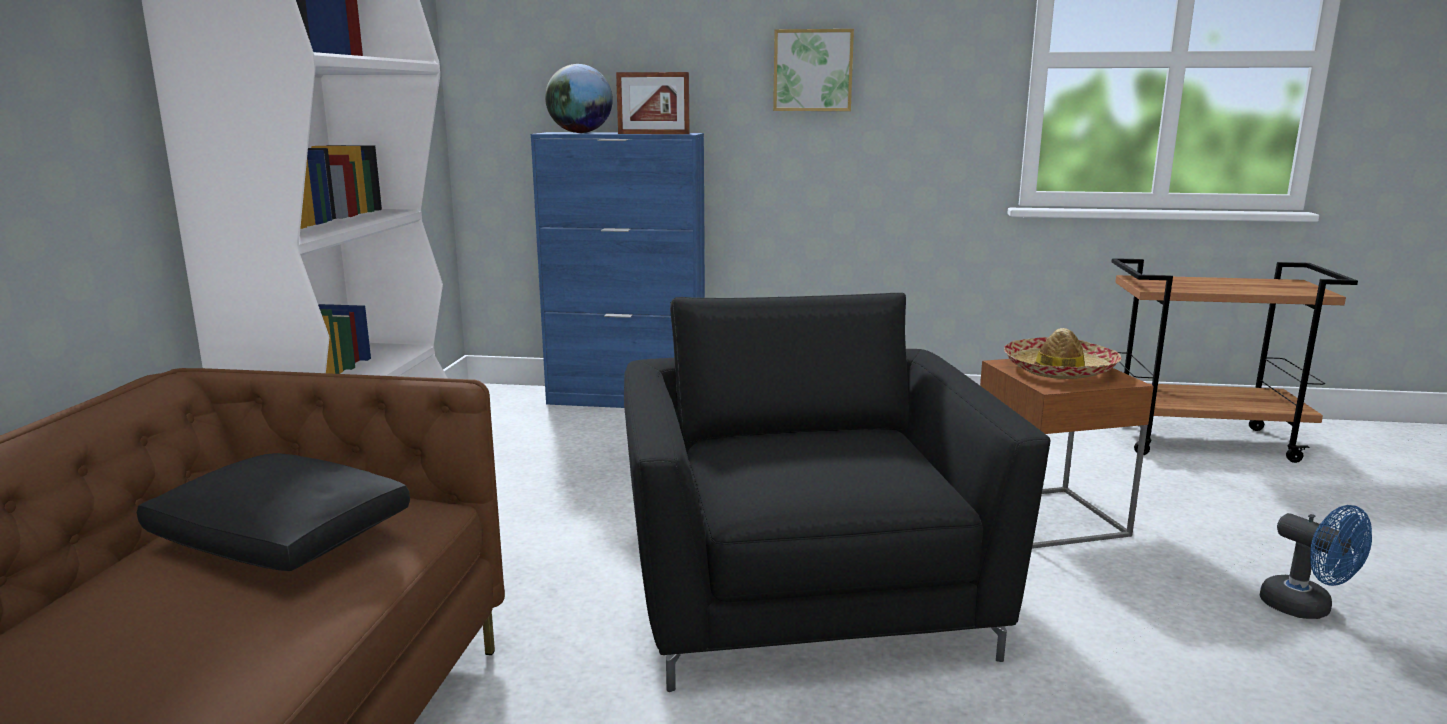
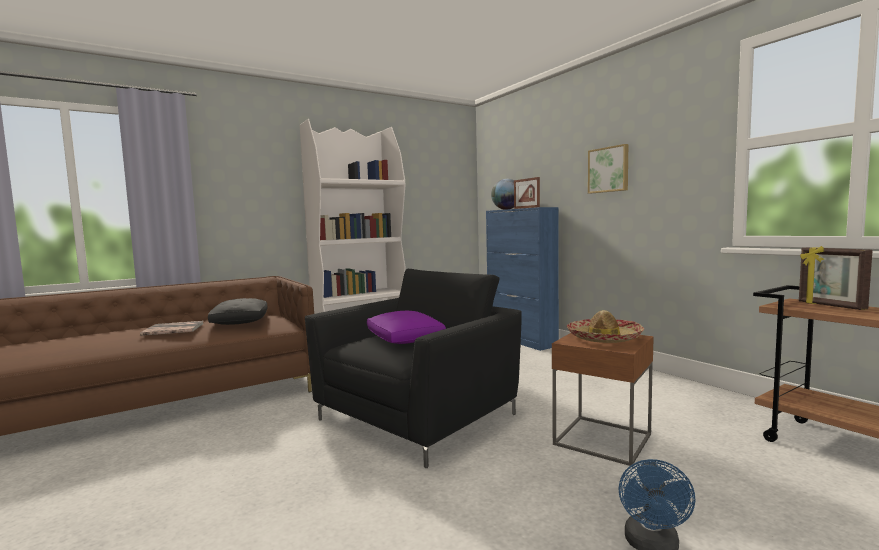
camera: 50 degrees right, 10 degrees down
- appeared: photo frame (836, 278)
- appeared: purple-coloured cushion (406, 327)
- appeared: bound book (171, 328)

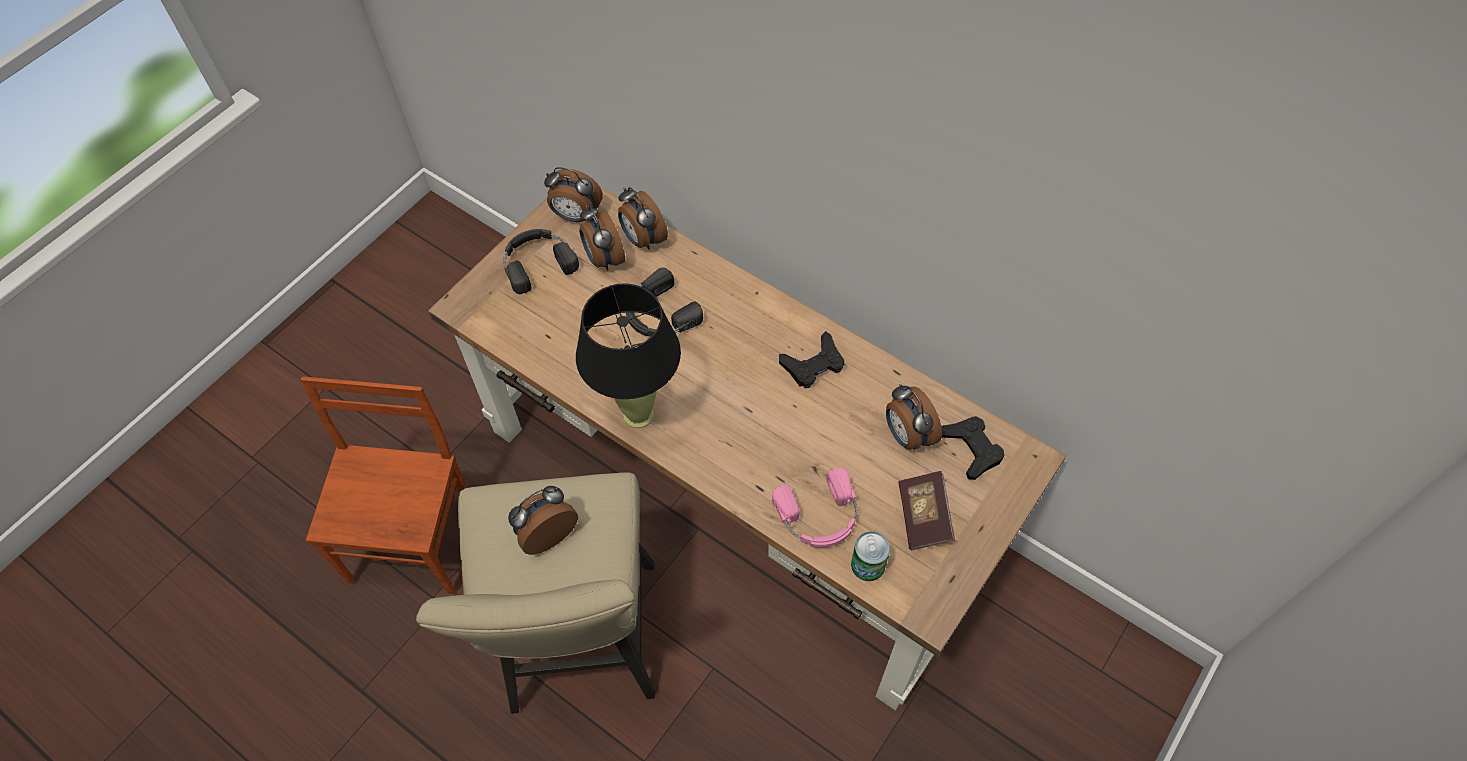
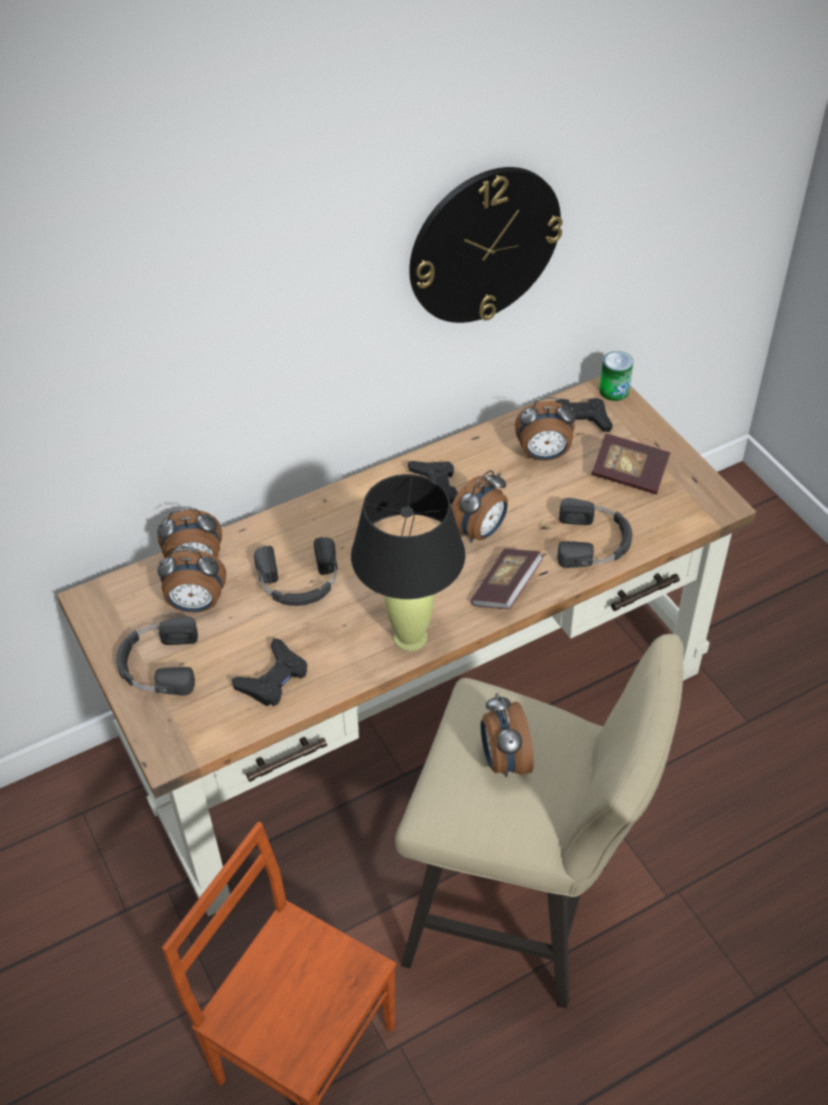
camera: 65 degrees left, 10 degrees down
- relocated: bedside clock (573, 194) to (479, 506)
- colour: pink-coloured headphones (814, 508) to blackish headphones (594, 533)
- relocated: metal can (870, 556) to (616, 376)
- appeared: clock on the wall (486, 245)
- appeared: bound book (507, 579)
- appeared: blackish game controller (269, 672)

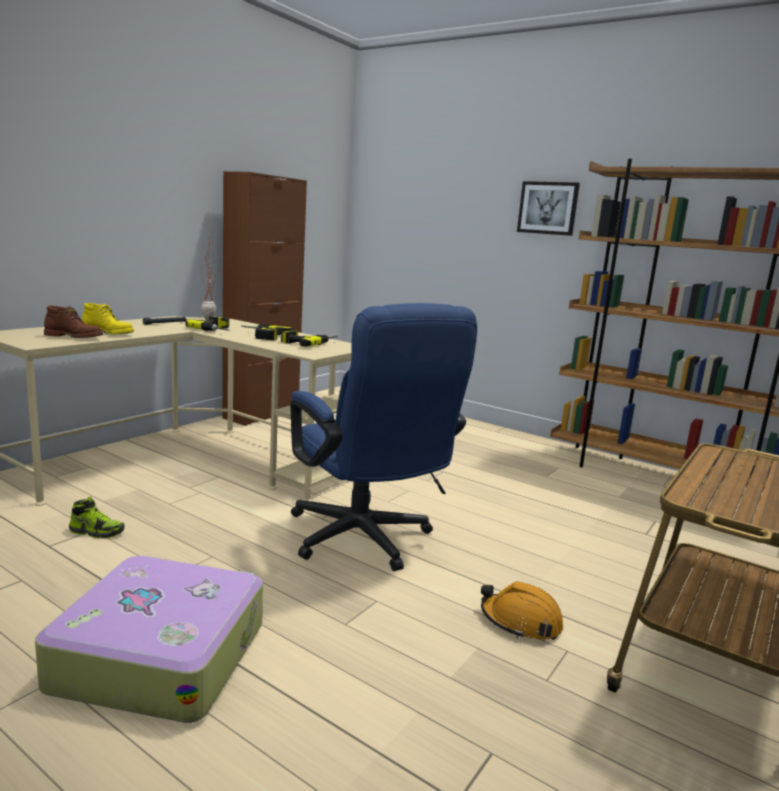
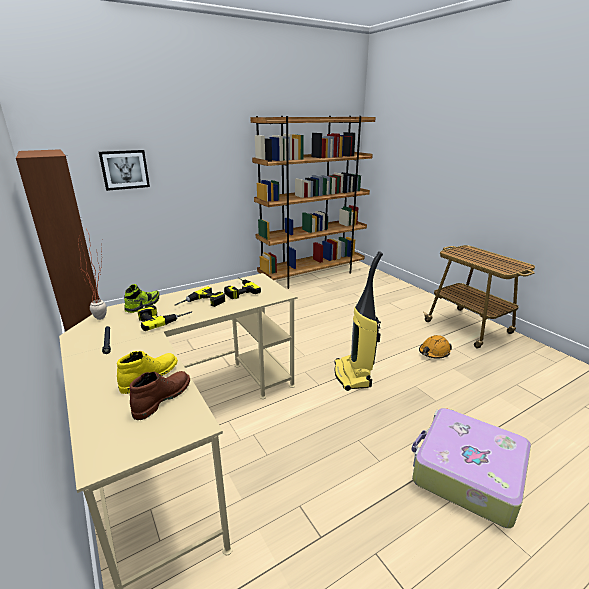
camera: 65 degrees left, 10 degrees up
- relocated: picture (548, 208) to (124, 170)
- exchanged: blue-coloured office chair (383, 437) to vacuum cleaner (358, 321)
- relocated: shoe (96, 517) to (141, 298)

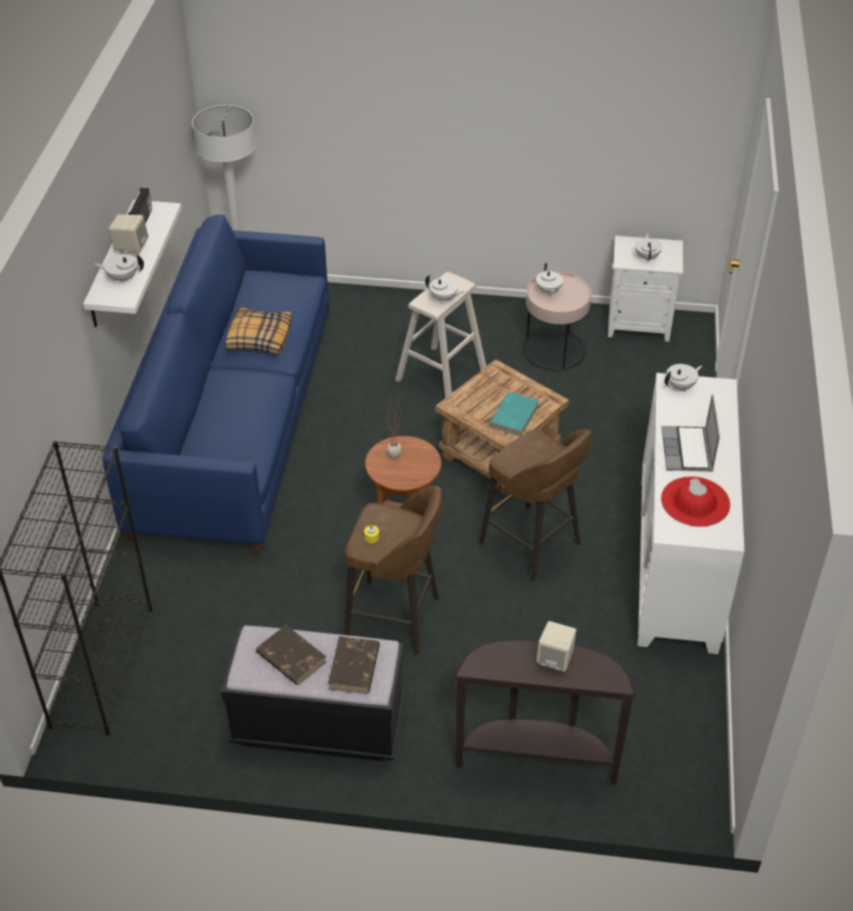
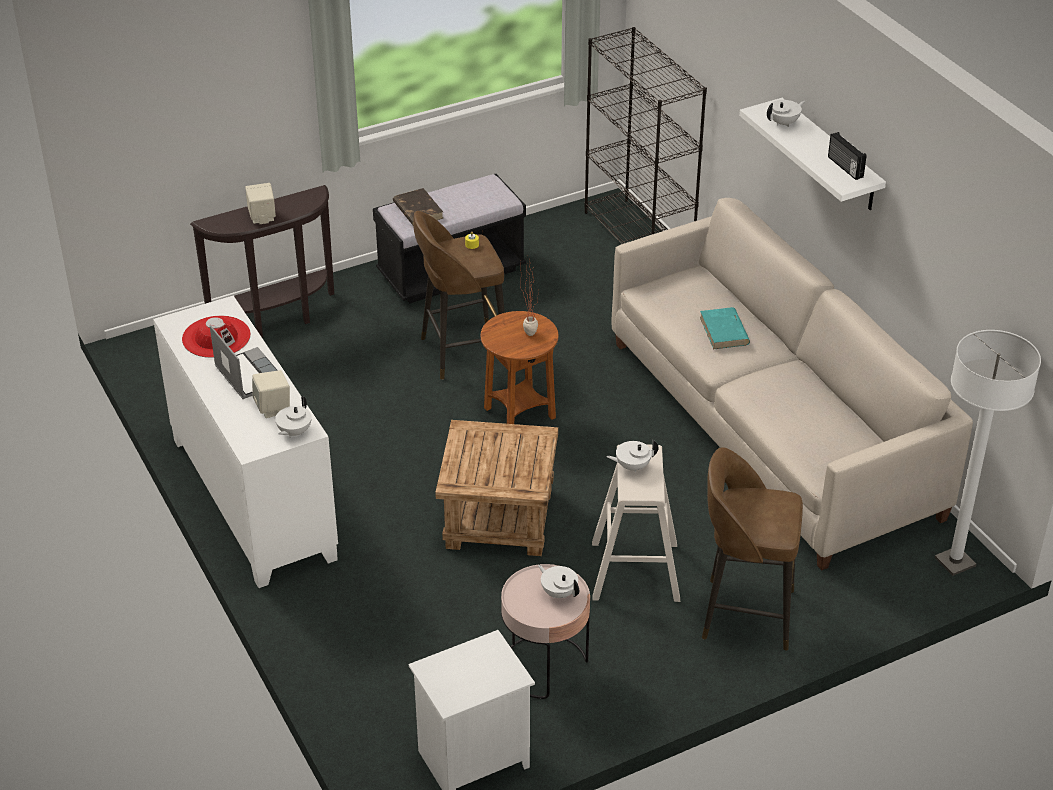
camera: 145 degrees right, 5 degrees down
- relocated: sand-coloured loudspeaker (128, 235) to (271, 394)
- colour: blue-coloured sofa (216, 384) to sand-coloured sofa (792, 384)
- missing: white-coloured tea pot (648, 247)
- missing: cushion (259, 331)
- relocated: blue-green bound book (514, 414) to (725, 328)
- relocated: brownish stool seat (535, 505) to (752, 548)
- missing: brownish bound book (291, 655)

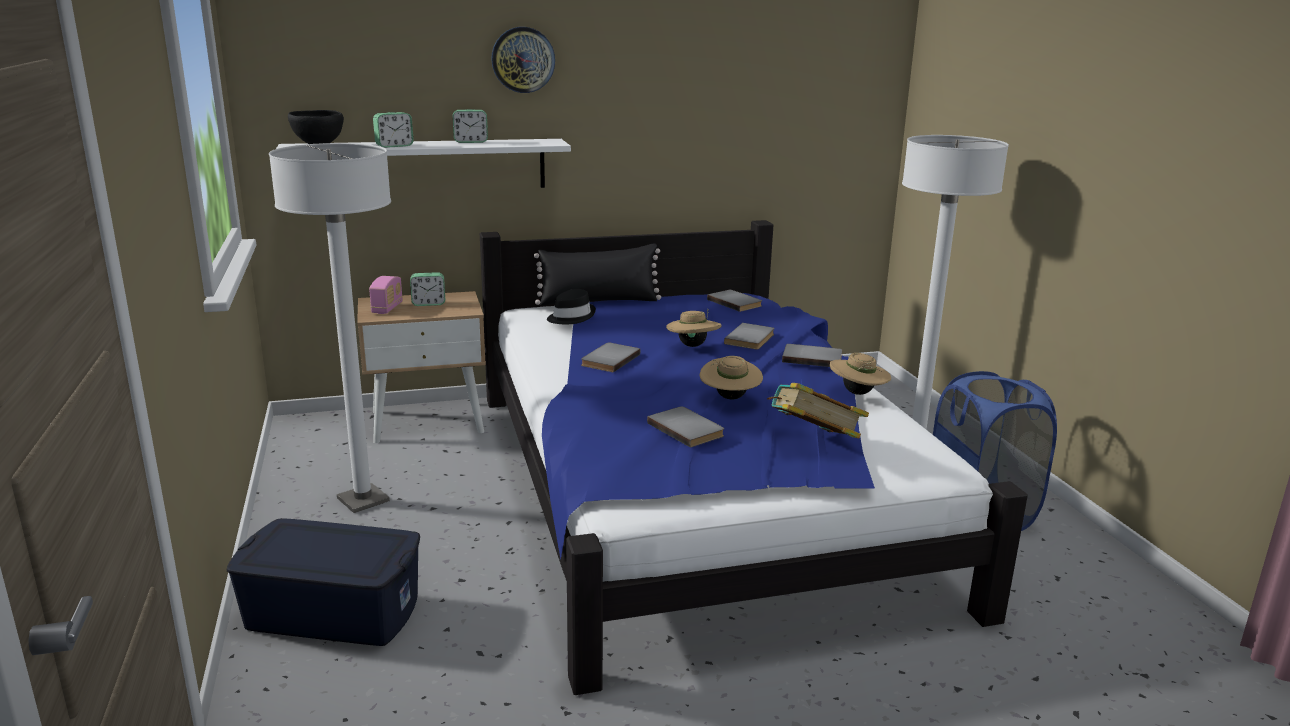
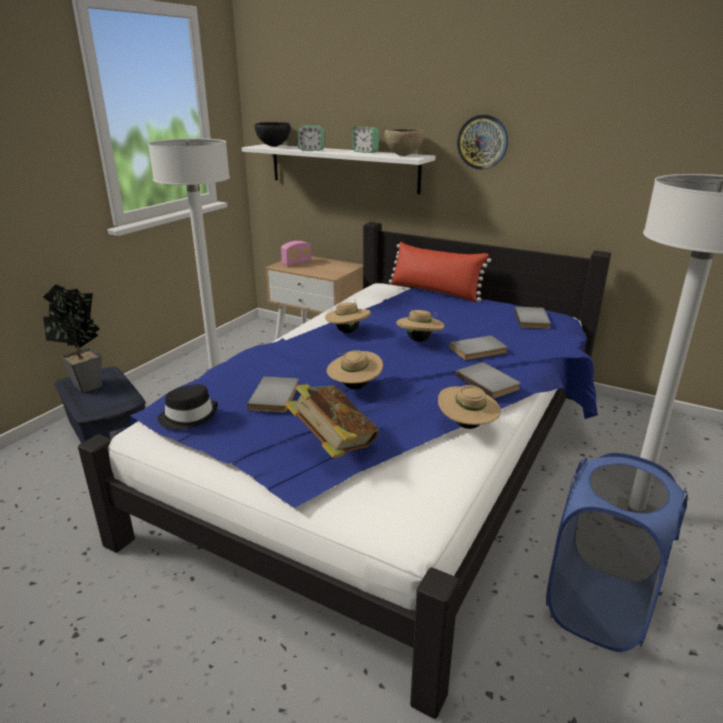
camera: 45 degrees right, 5 degrees up
- relocated: clock on the wall (523, 60) to (482, 142)
- colour: blackish cushion (597, 274) to reddish cushion (440, 272)
- missing: bedside clock (427, 289)
- relocated: blackish hat (571, 306) to (188, 407)
- exchanged: greyish bound book (611, 357) to sand-coloured hat (348, 316)
- appeared: brownish deep dish (404, 142)
- appeared: plant in a pot (72, 338)

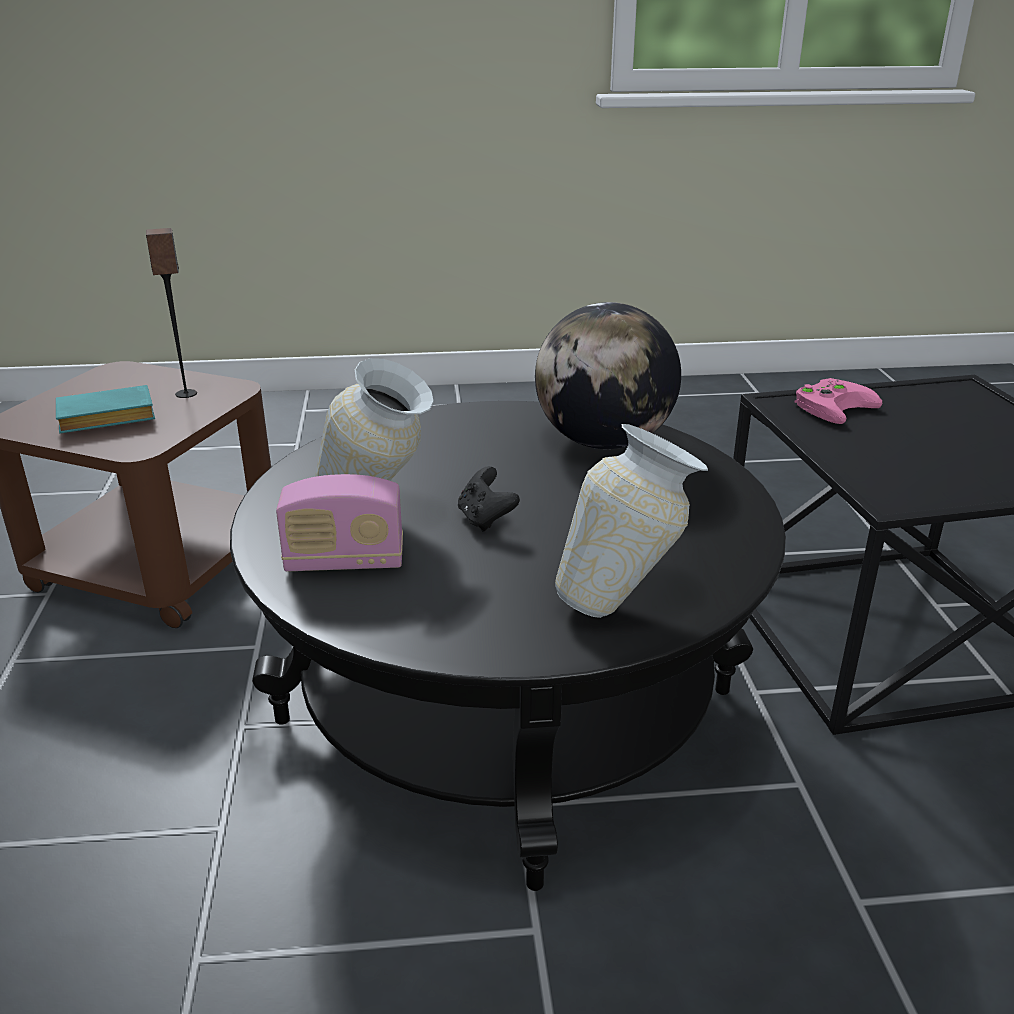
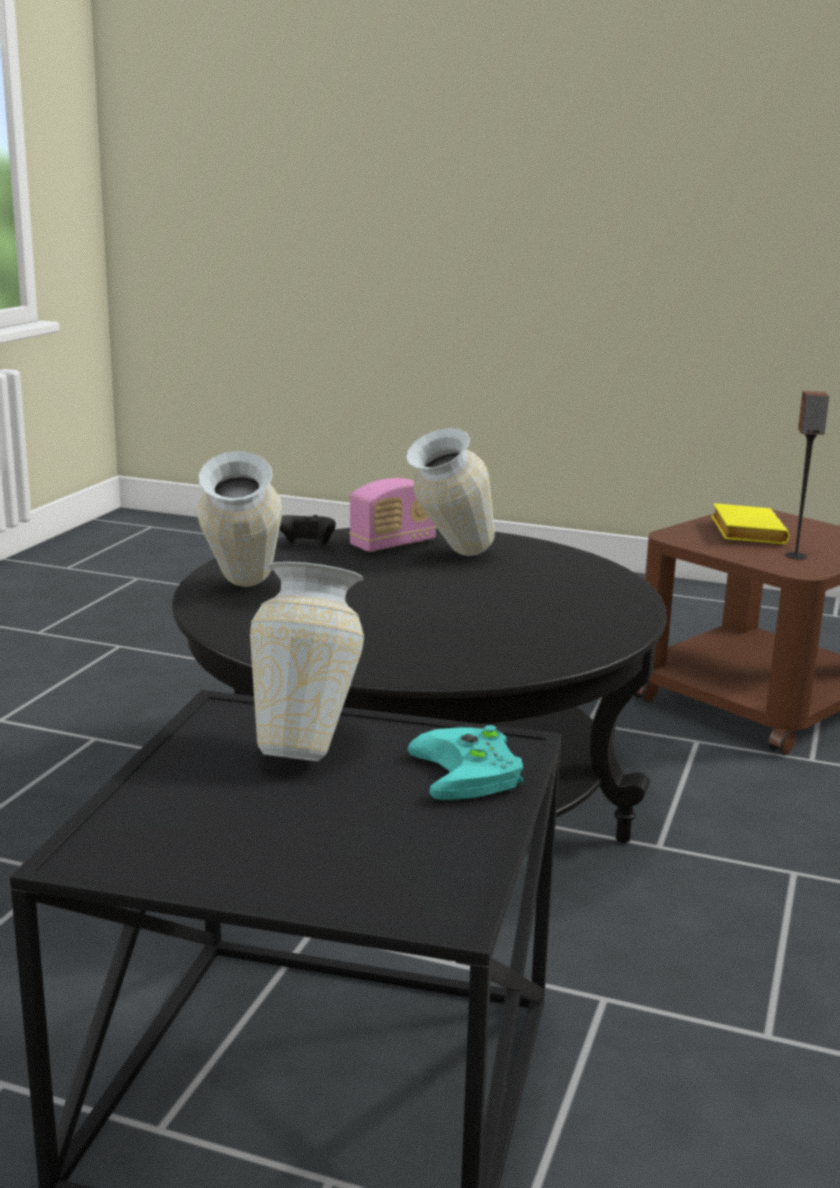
camera: 115 degrees right, 10 degrees down
- missing: globe (608, 375)
- colour: pink-coloured game controller (838, 401) to blue-green game controller (465, 762)
- colour: blue-green bound book (105, 409) to yellow-coloured bound book (750, 523)
- relocated: blackish game controller (489, 499) to (307, 530)
- spun: radio receiver (339, 522) = (393, 515) 150 degrees counterclockwise
- appeared: vase (307, 661)

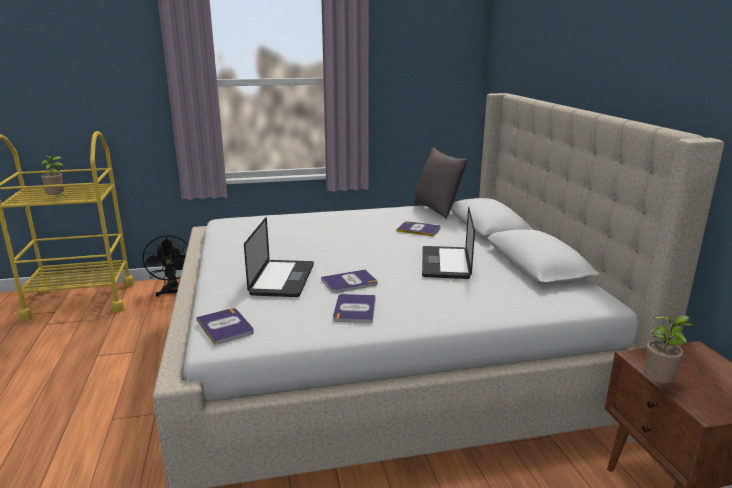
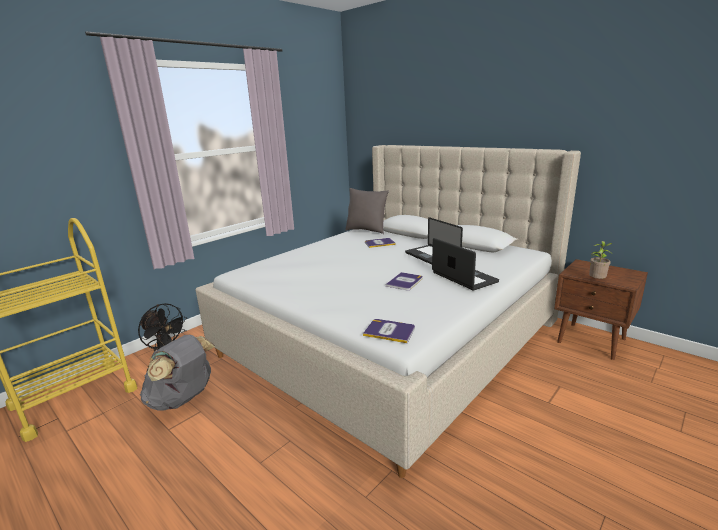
camera: 35 degrees left, 0 degrees up
- missing: plant in a pot (54, 177)
- relocated: notebook computer (279, 257) to (465, 264)
- missing: bound book (354, 308)
- appeared: greyish backpack (177, 373)

